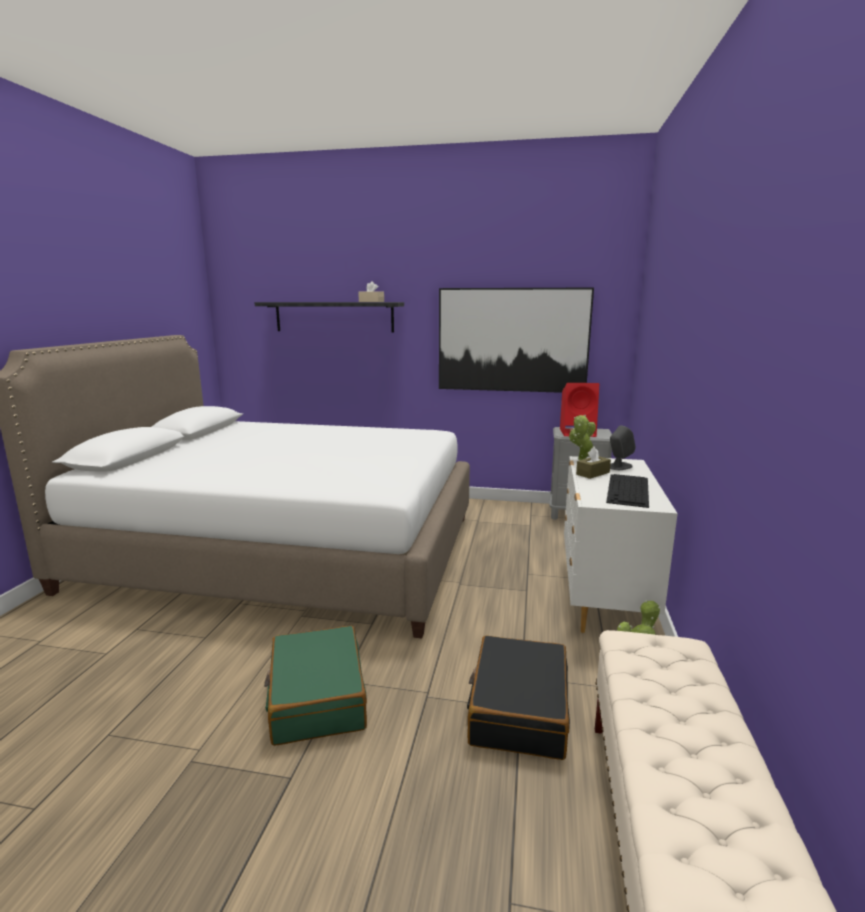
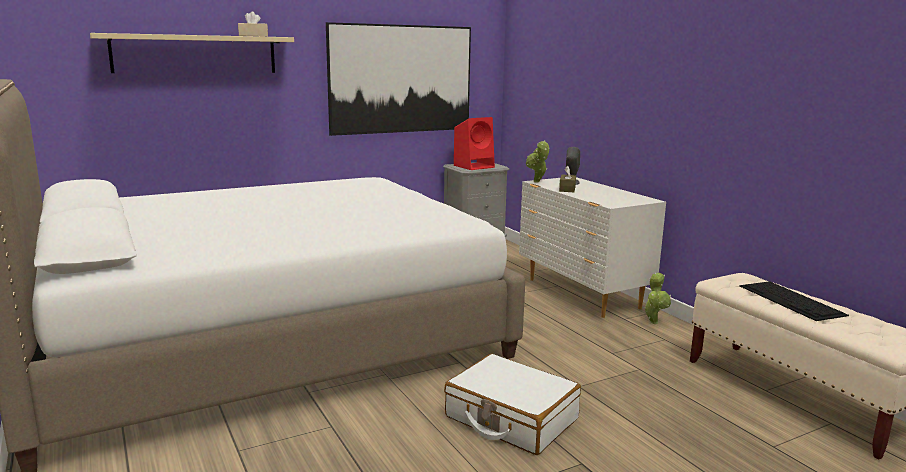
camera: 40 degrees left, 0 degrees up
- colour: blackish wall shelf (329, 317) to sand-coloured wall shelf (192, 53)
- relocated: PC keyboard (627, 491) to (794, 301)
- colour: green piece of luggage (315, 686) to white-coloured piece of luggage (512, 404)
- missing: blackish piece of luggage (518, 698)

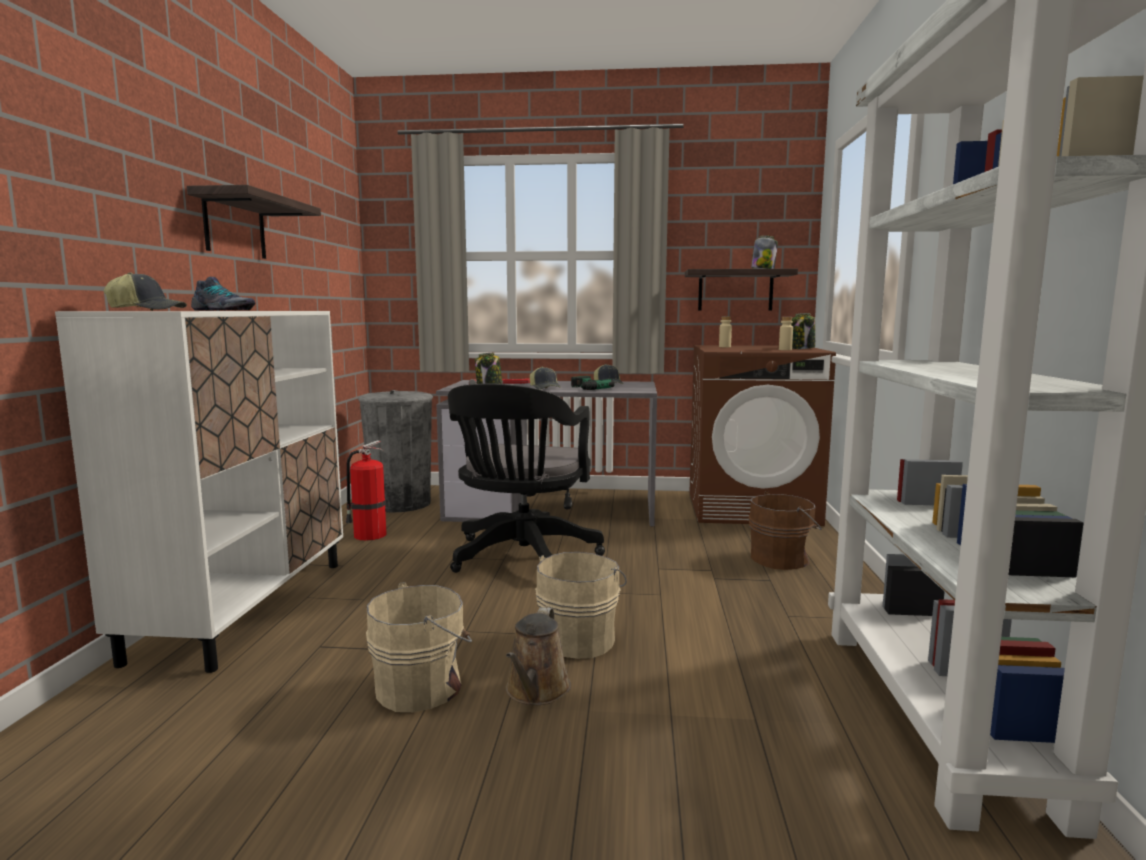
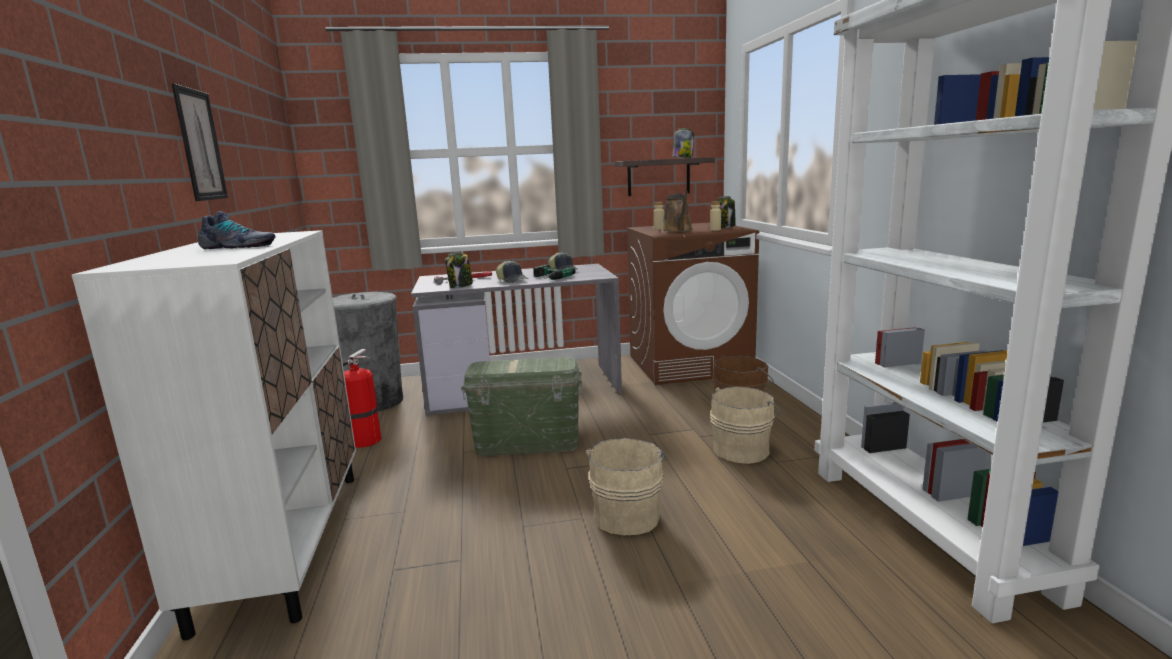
camera: 15 degrees left, 5 degrees up
- exchanged: wall shelf (254, 222) to picture (200, 142)
- missing: peaked cap (145, 292)
- exchanged: blackish office chair (526, 478) to green storage box (521, 406)
- relocated: sand-coloured water bucket (419, 647) to (745, 425)
- relocated: brownish watering pot (538, 656) to (677, 212)

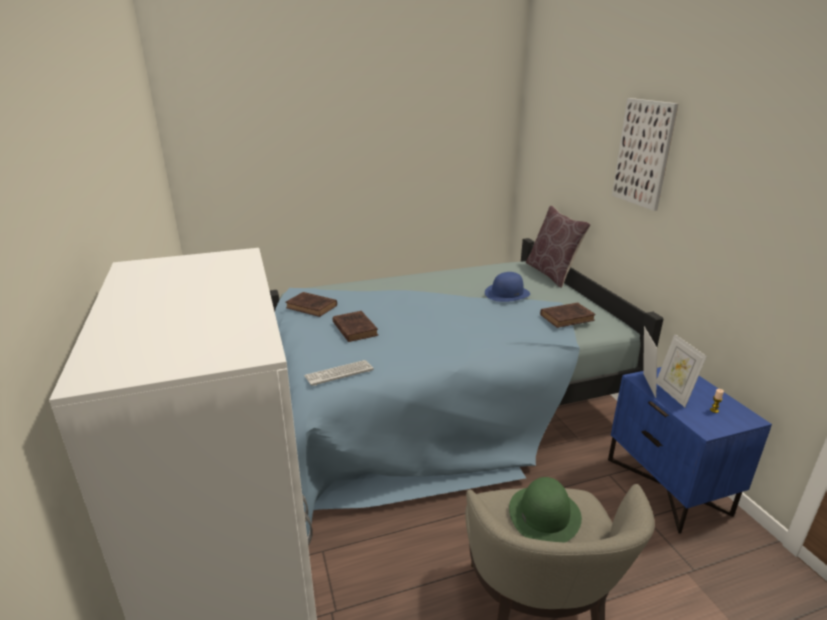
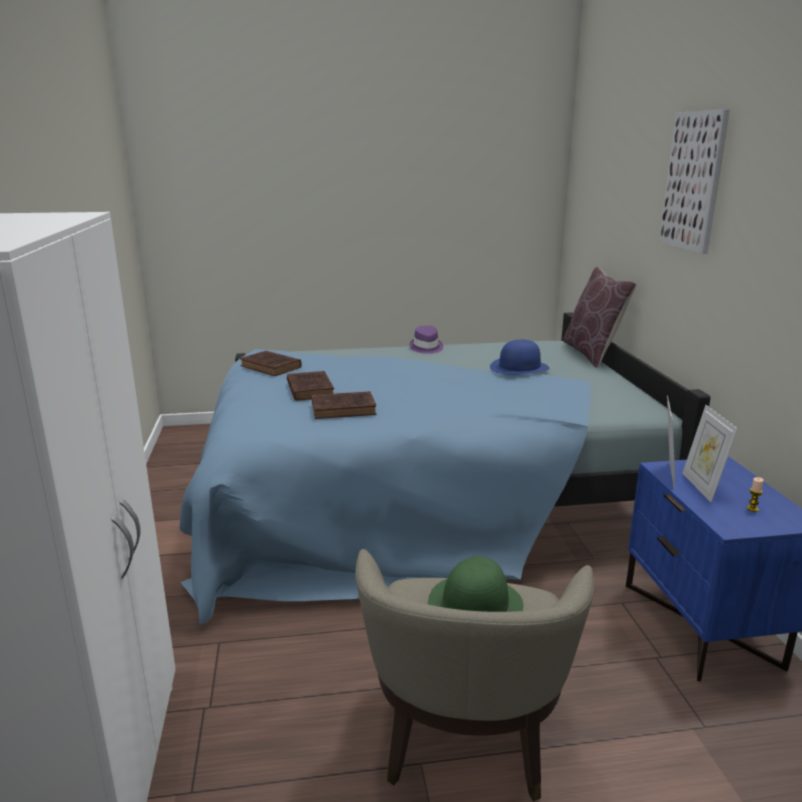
camera: 10 degrees right, 5 degrees down
- relocated: brownish bound book (568, 315) to (344, 405)
- missing: PC keyboard (338, 373)
- appeared: purple-coloured hat (426, 339)

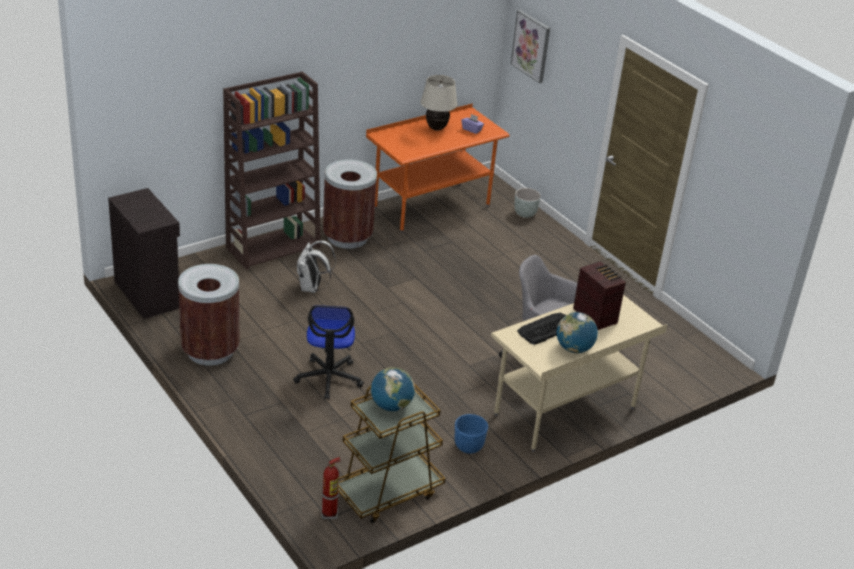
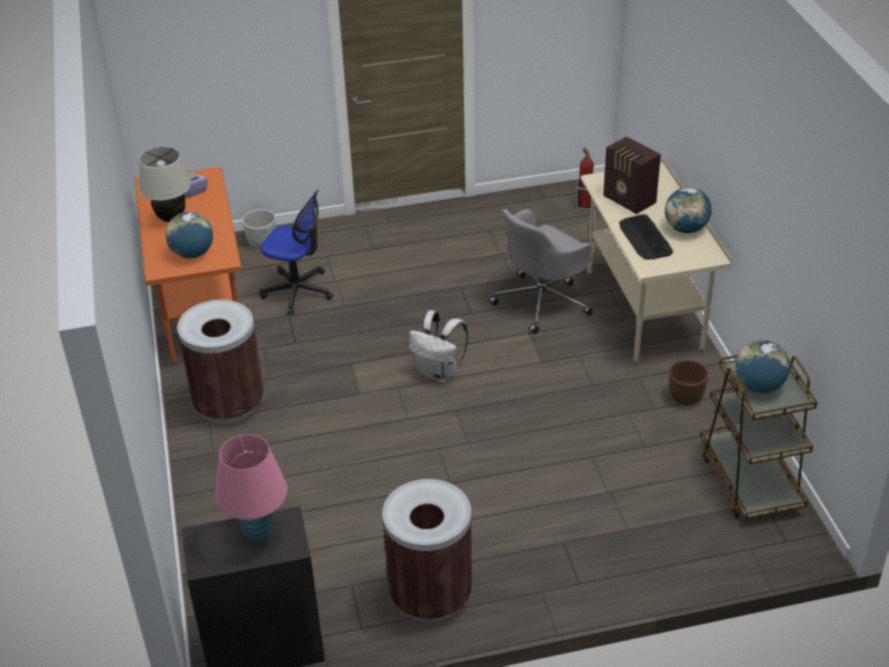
camera: 65 degrees left, 5 degrees up
- missing: picture (530, 46)
- missing: brownish bookshelf (272, 170)
- relocated: white-coloured backpack (316, 266) to (438, 346)
- spun: radio receiver (599, 295) = (632, 175) 120 degrees counterclockwise
- relocated: office chair (328, 352) to (296, 252)
- colour: blue-coloured planter (471, 434) to brownish planter (689, 382)
- relocated: fire extinguisher (331, 488) to (585, 179)
- appeared: globe (189, 235)
- appeared: pink-coloured table lamp (251, 488)

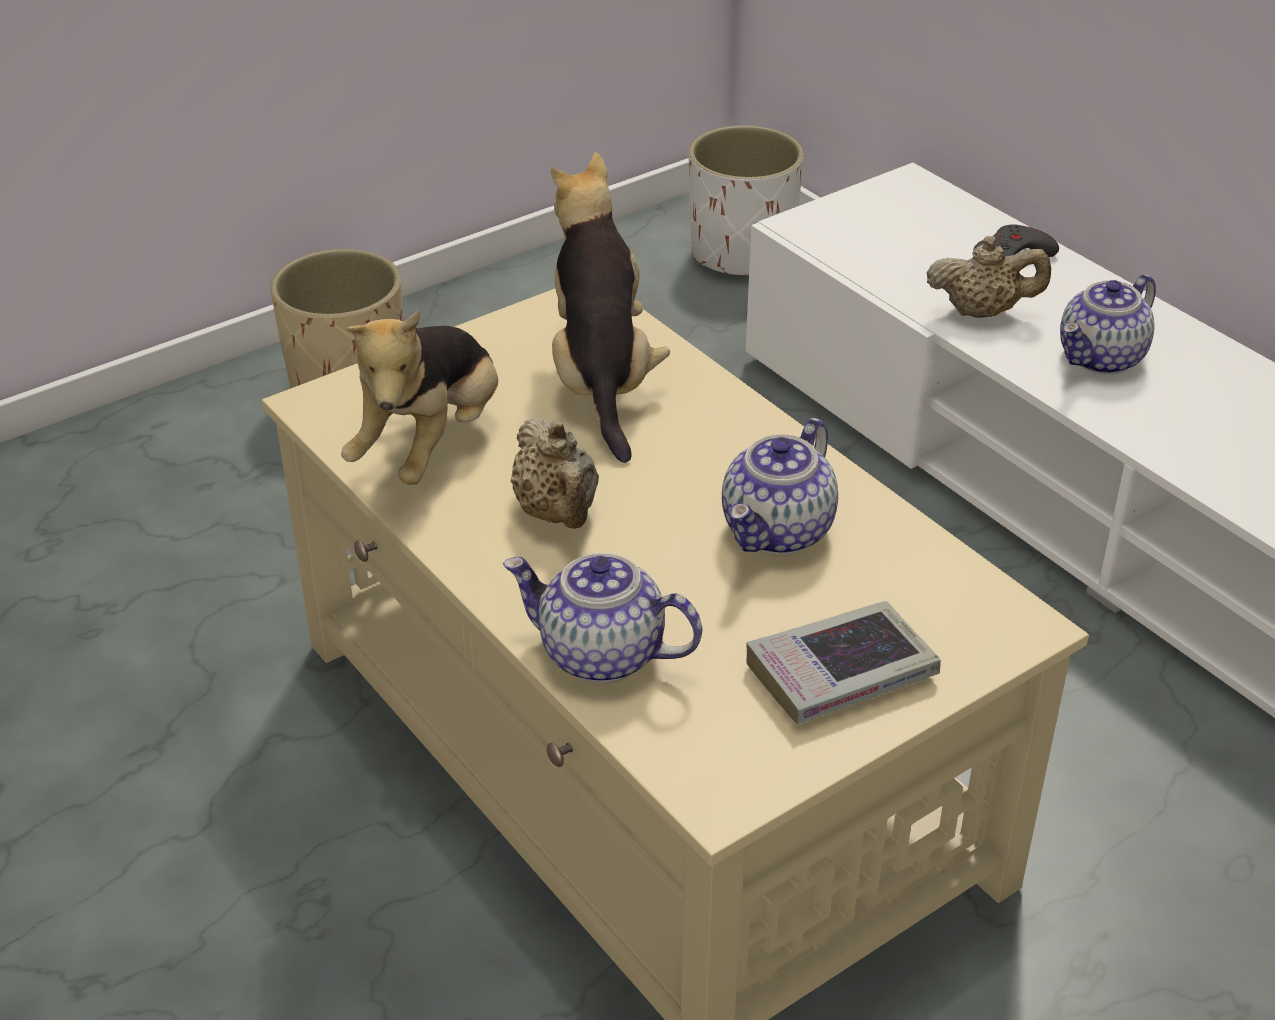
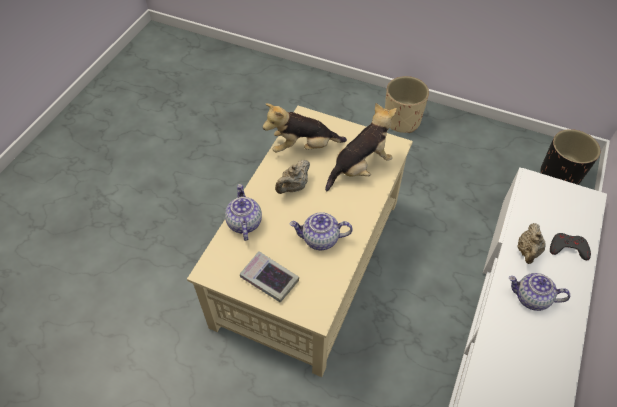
camera: 60 degrees right, 15 degrees up
- colour: white-coloured planter (746, 200) to blackish planter (570, 157)
- spun: sand-coloured tea pot (988, 277) = (531, 243) 45 degrees clockwise

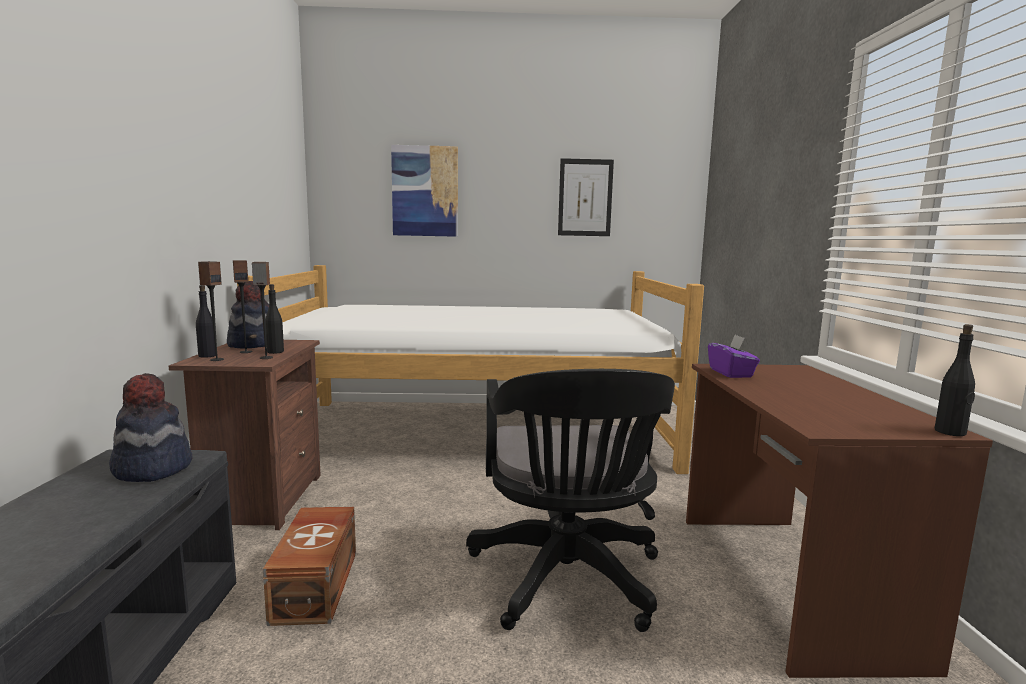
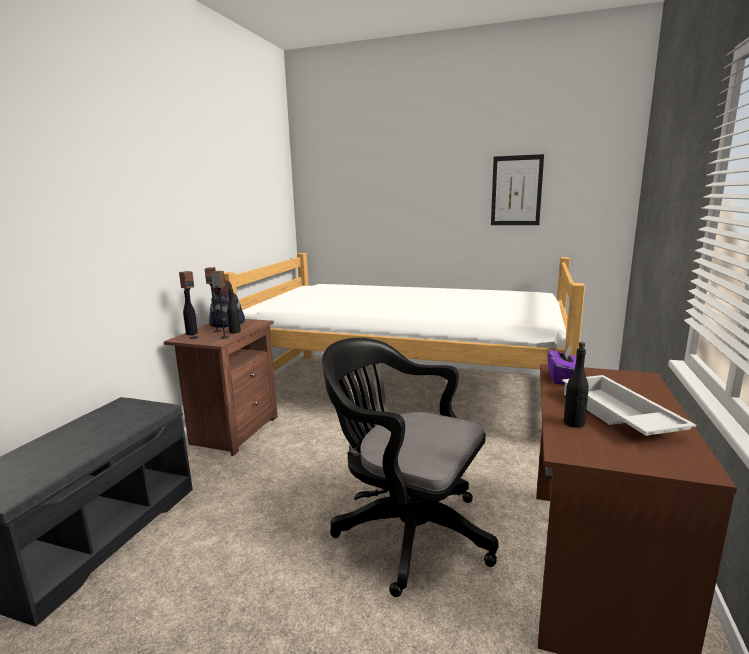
camera: 20 degrees right, 5 degrees up
- missing: picture (424, 191)
- relocated: blackish drink bottle (955, 380) to (576, 385)
- spun: blackish office chair (570, 500) = (410, 467) 105 degrees clockwise
- missing: hat (151, 427)
- missing: brownish storage box (309, 566)
- appeared: white-coloured carrying tray (629, 405)

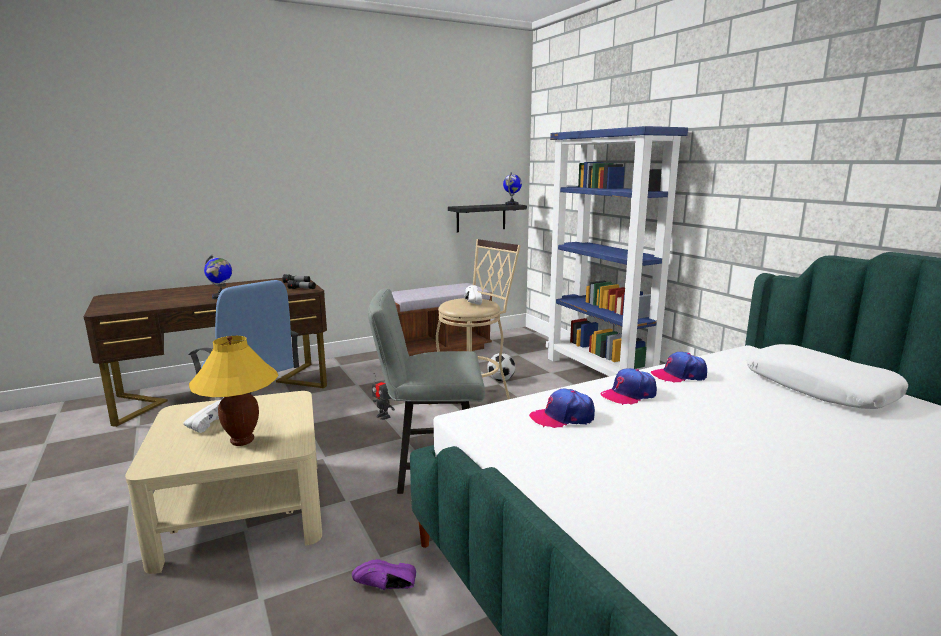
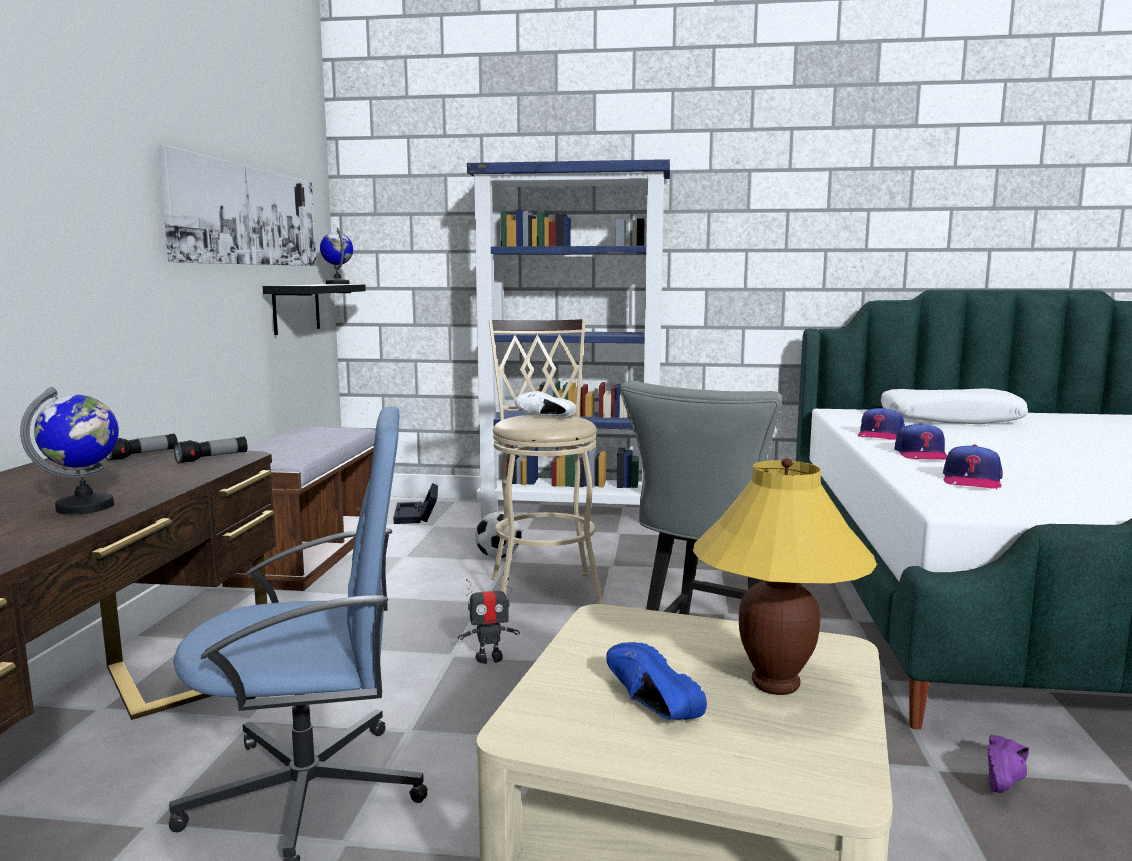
camera: 55 degrees left, 5 degrees down
- colour: white-coloured shoe (202, 416) to blue-coloured shoe (656, 681)
- appeared: picture (237, 205)
- appeared: blackish storage box (416, 503)

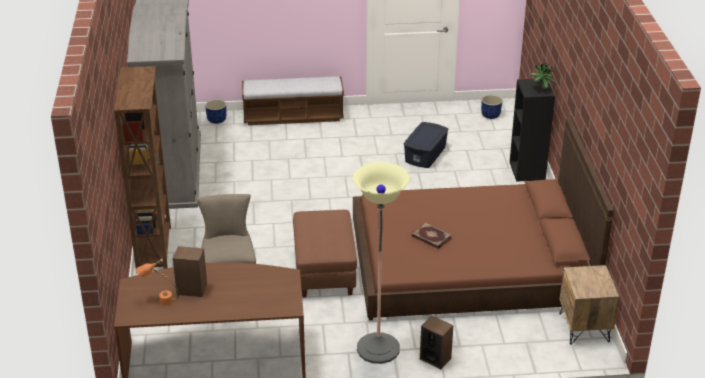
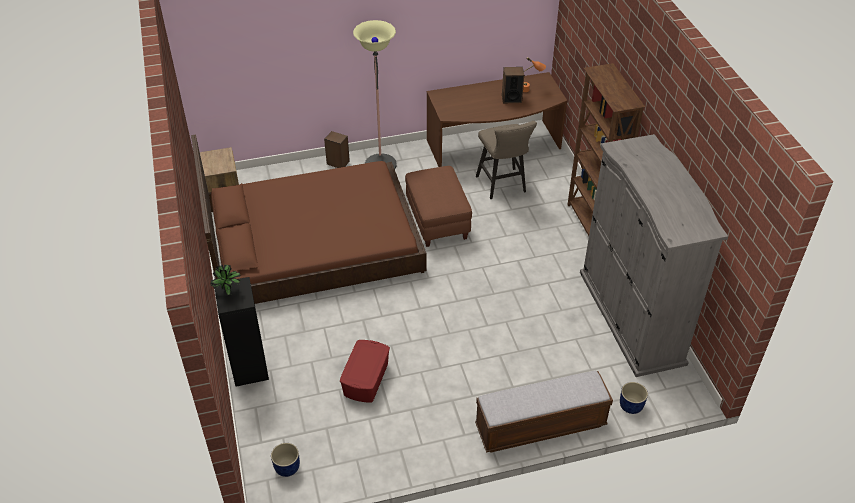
camera: 170 degrees right, 10 degrees up
- colour: blue-coloured storage box (426, 145) to reddish storage box (365, 371)
- missing: bound book (432, 235)

